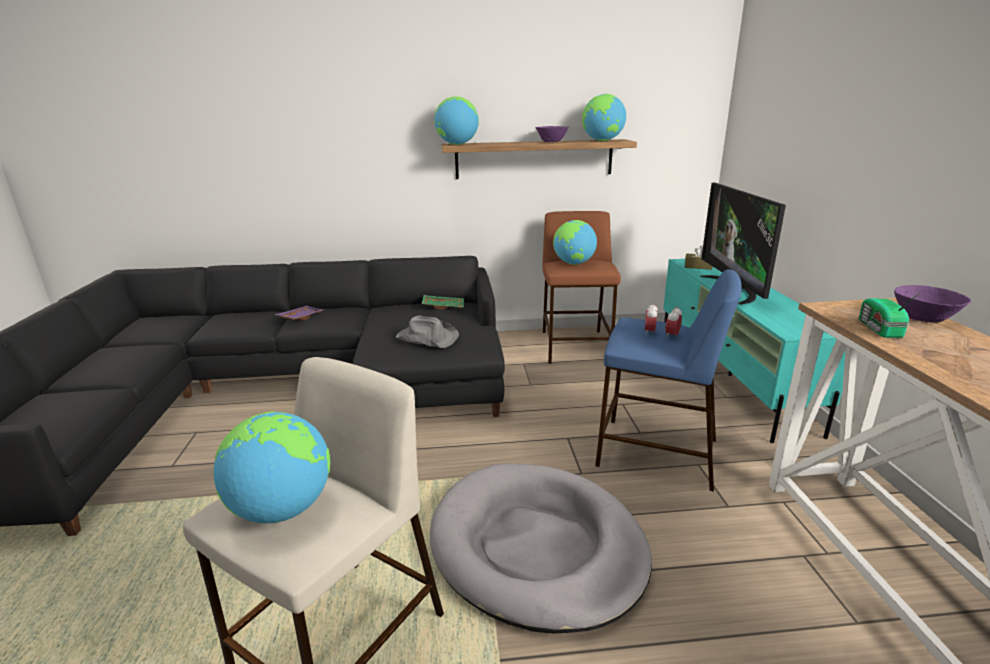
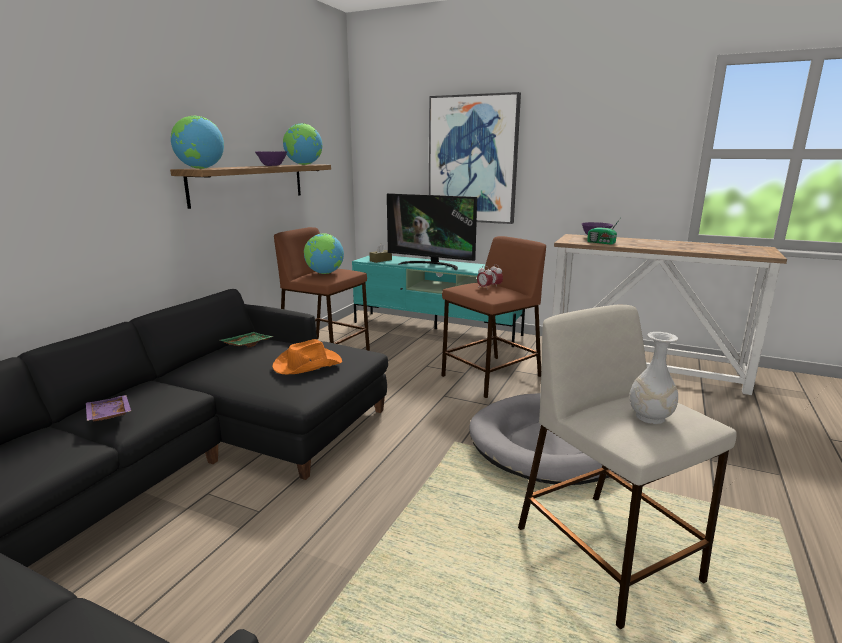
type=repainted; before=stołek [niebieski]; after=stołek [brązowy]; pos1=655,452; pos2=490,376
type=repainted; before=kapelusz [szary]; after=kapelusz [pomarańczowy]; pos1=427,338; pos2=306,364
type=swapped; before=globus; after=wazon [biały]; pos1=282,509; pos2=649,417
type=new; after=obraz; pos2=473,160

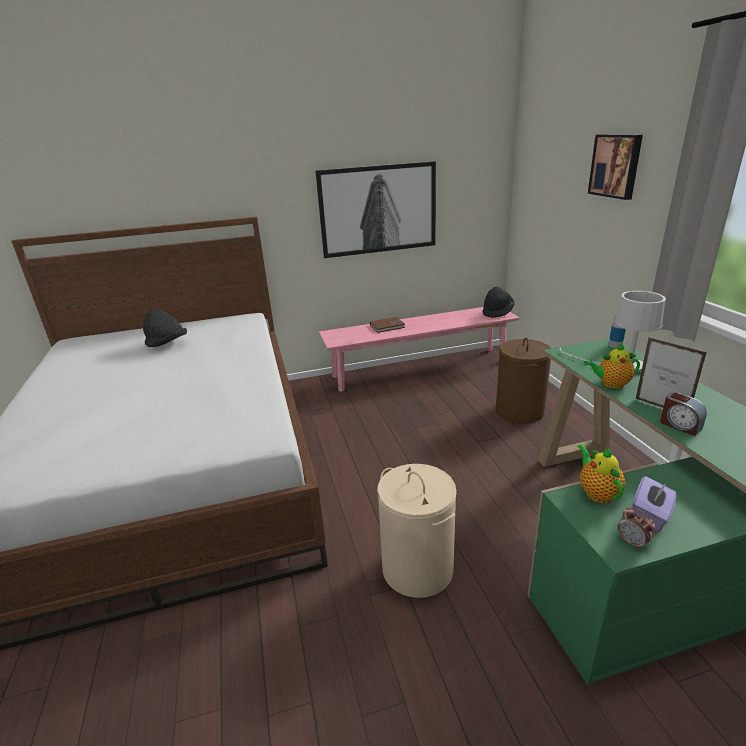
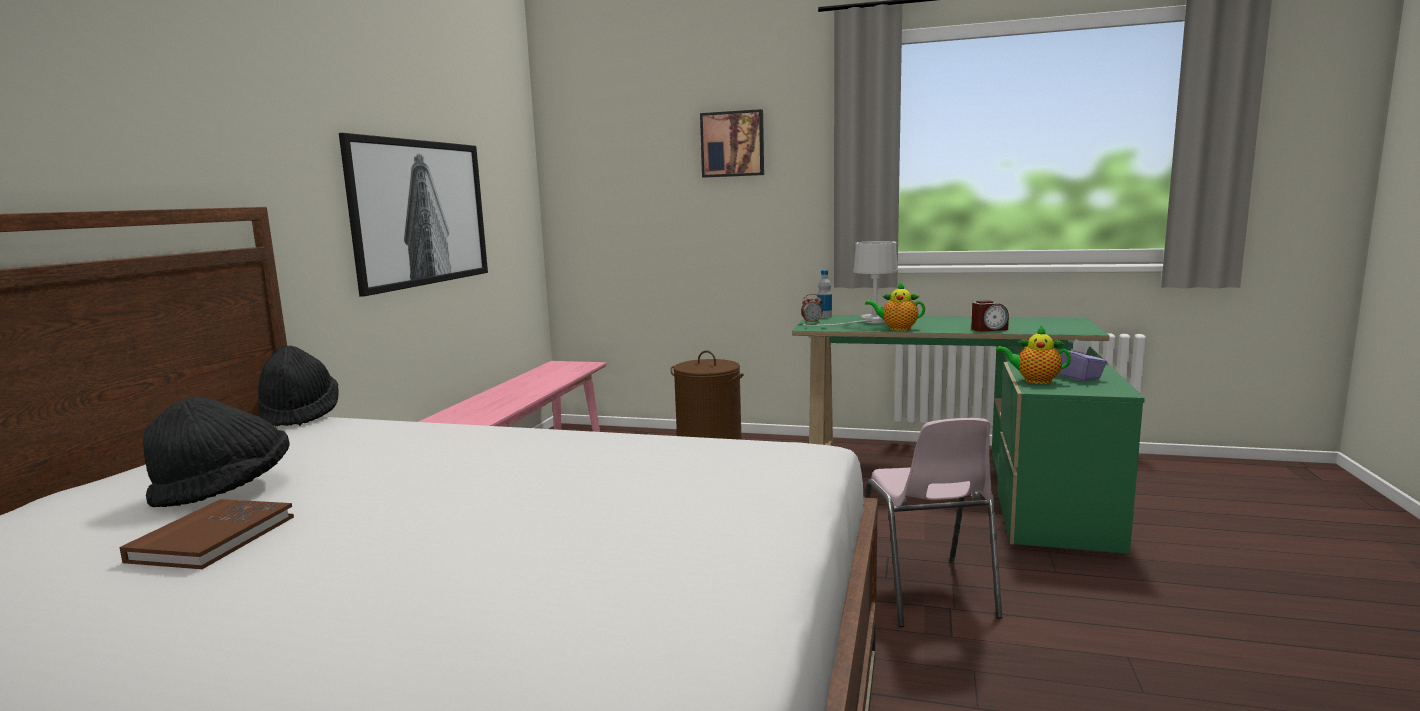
type=shifted; before=kapelusz [czarny]; pos1=497,312; pos2=300,415
type=shifted; before=książka [brązowy]; pos1=387,326; pos2=213,538
type=gone; before=ramka na zdjęcie; pos1=661,407
type=rotated; before=imbryk; pos1=610,384; pos2=897,329; turn=75
type=swapped; before=kosz na pranie [beżowy]; after=krzesło [różowy]; pos1=417,568; pos2=926,592
type=shifted; before=budzik; pos1=632,542; pos2=812,322

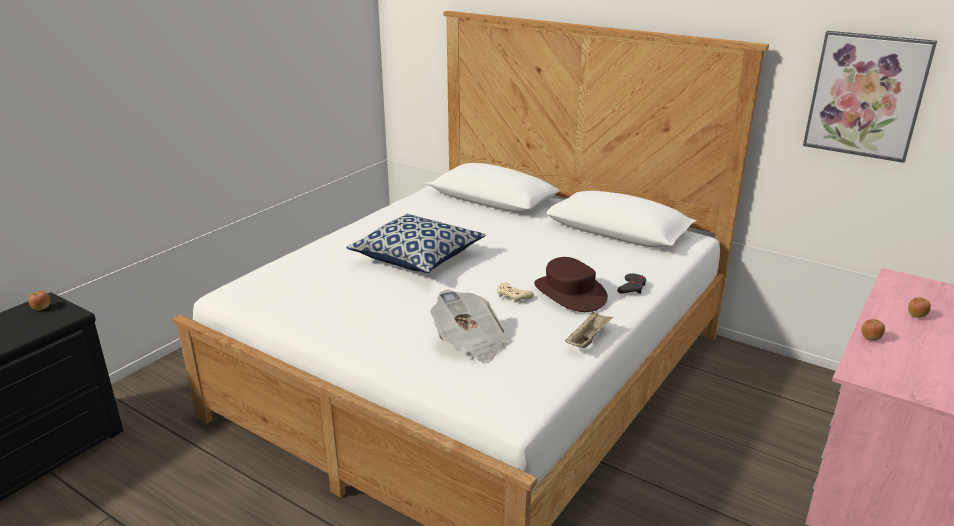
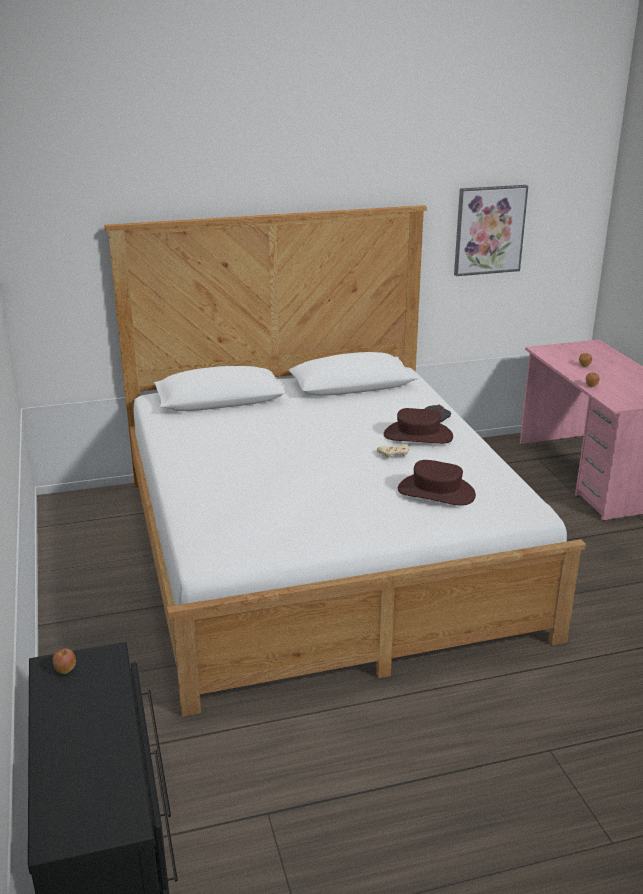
type=gone; before=poduszka; pos1=417,258
type=swapped; before=gazeta; after=kapelusz [brązowy]; pos1=470,343; pos2=436,492
type=gone; before=taca [beżowy]; pos1=588,339

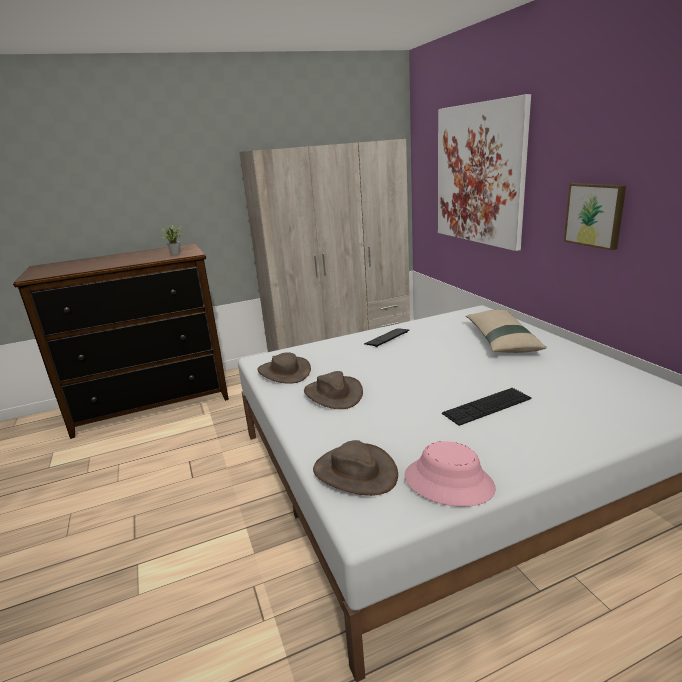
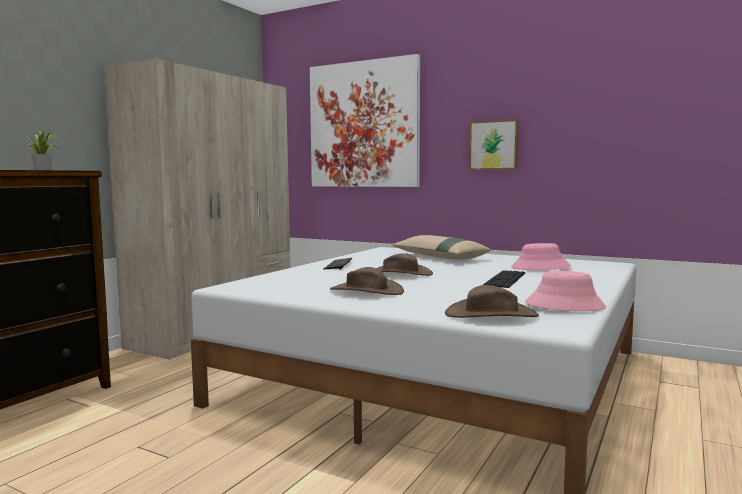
type=shifted; before=kapelusz [brązowy]; pos1=284,372; pos2=400,273
type=new; after=kapelusz [różowy]; pos2=540,267

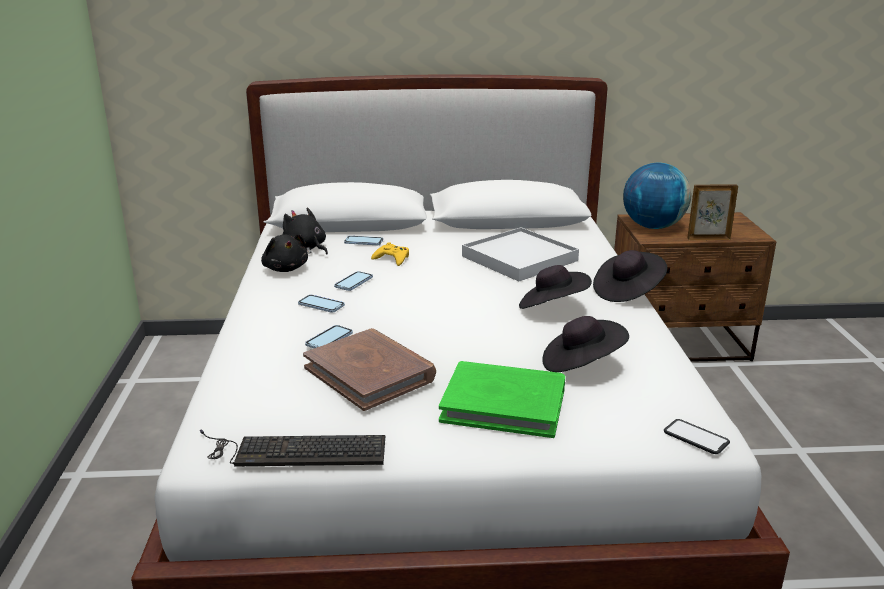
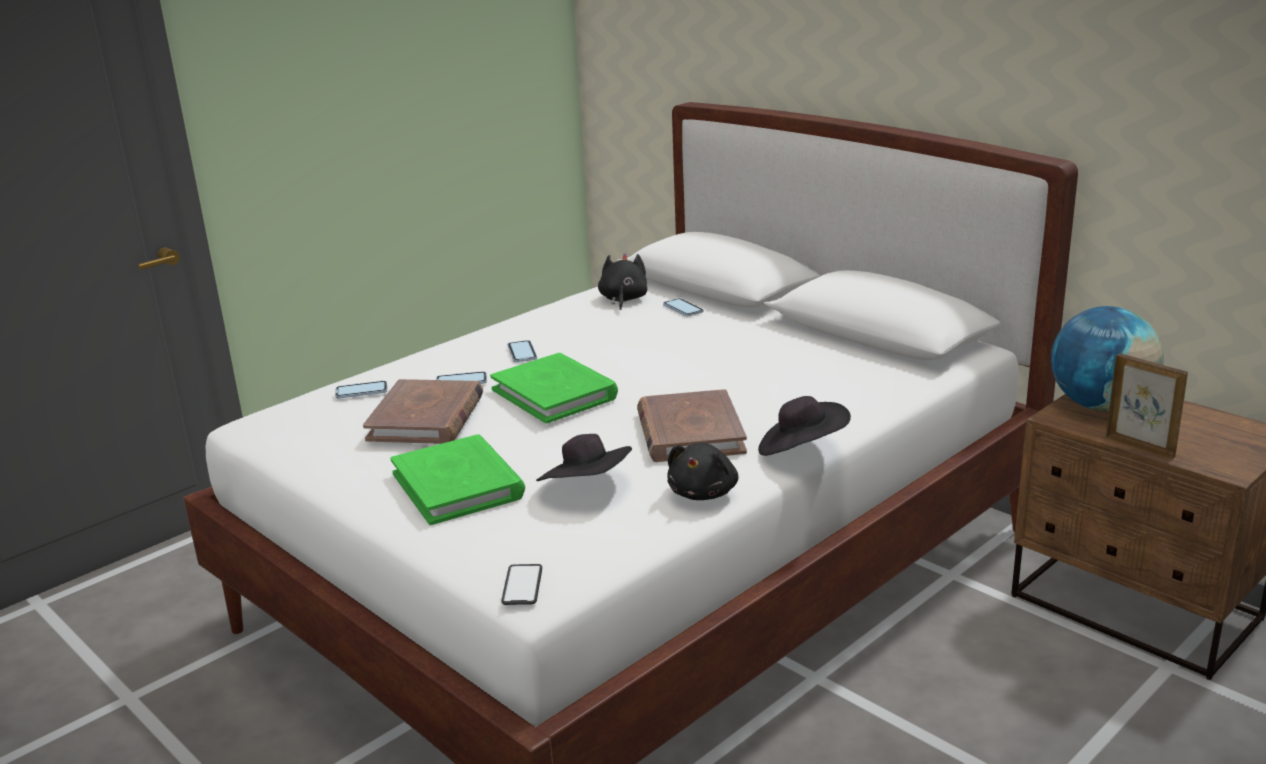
type=gone; before=taca [biały]; pos1=519,258
type=shifted; before=pluszak [czarny]; pos1=285,268; pos2=704,493
type=gone; before=pad do gier [żółty]; pos1=392,258
type=swapped; before=kapelusz [czarny]; after=książka [brązowy]; pos1=552,307; pos2=689,432
type=shifted; before=telefon; pos1=353,282; pos2=361,391
type=gone; before=klawiatura; pos1=293,450
type=new; after=książka [zielony]; pos2=555,393

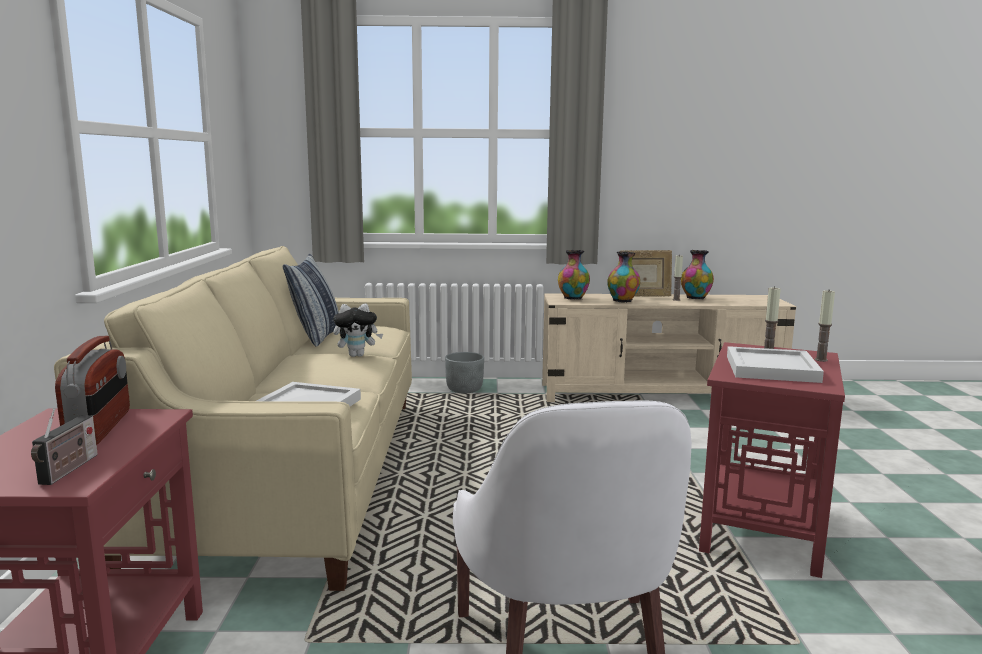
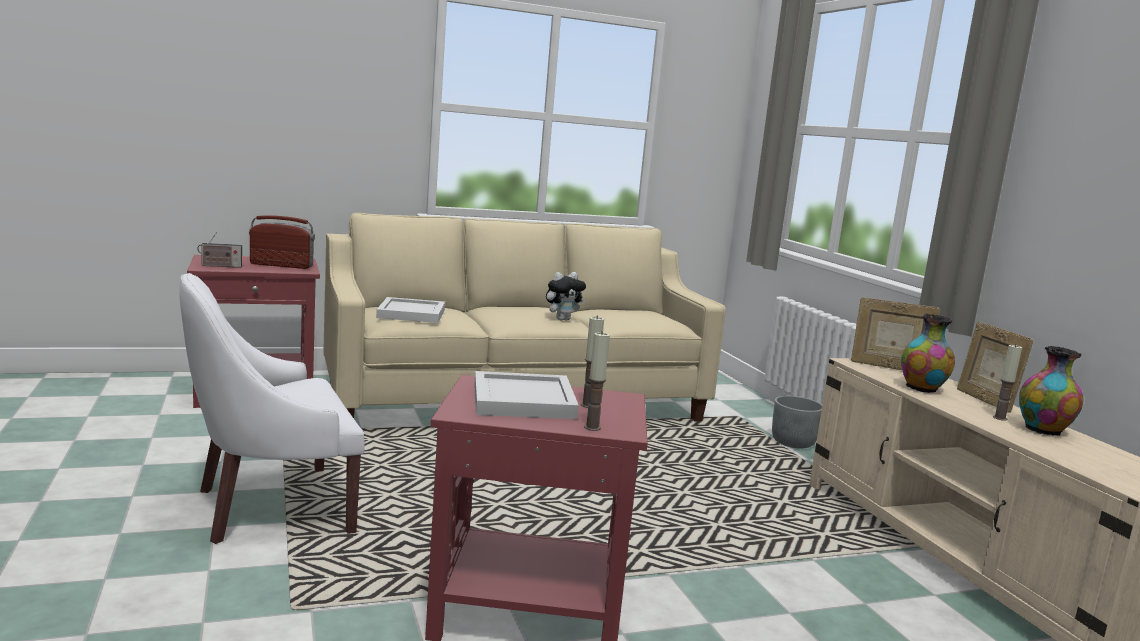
type=swapped; before=wazon; after=ramka na zdjęcie; pos1=573,298; pos2=888,368
type=gone; before=poduszka; pos1=316,336
type=rotated; before=pluszak; pos1=357,355; pos2=562,319; turn=-90
type=rotated; before=radio; pos1=100,428; pos2=281,265; turn=-150

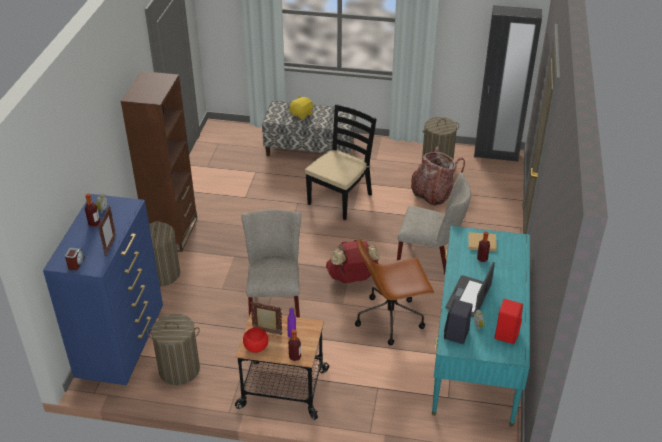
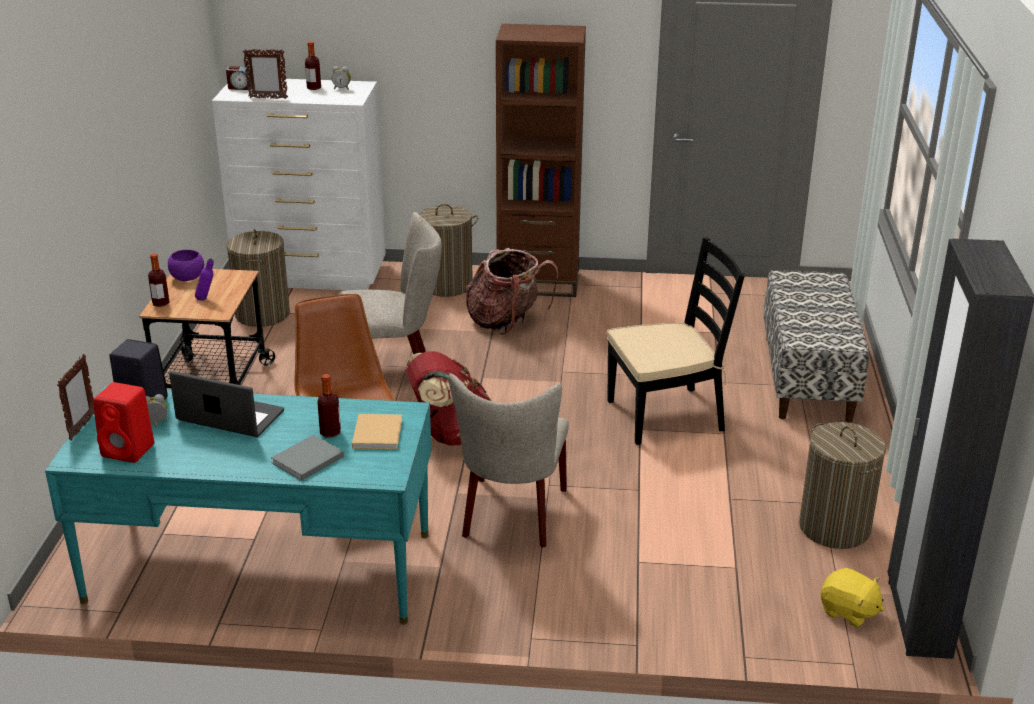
type=shifted; before=pluszak [żółty]; pos1=302,114; pos2=848,612
type=rotated; before=krzesło [czarny]; pos1=340,199; pos2=666,415; turn=-45
type=shifted; before=plecak; pos1=432,194; pos2=506,321
type=repainted; before=komoda [niebieski]; after=komoda [biały]; pos1=122,345; pos2=312,276
type=shifted; before=ramka na zdjęcie; pos1=267,332; pos2=82,427
type=repainted; before=miska [czerwony]; after=miska [fioletowy]; pos1=256,347; pos2=187,278
type=new; after=książka [szary]; pos2=306,460

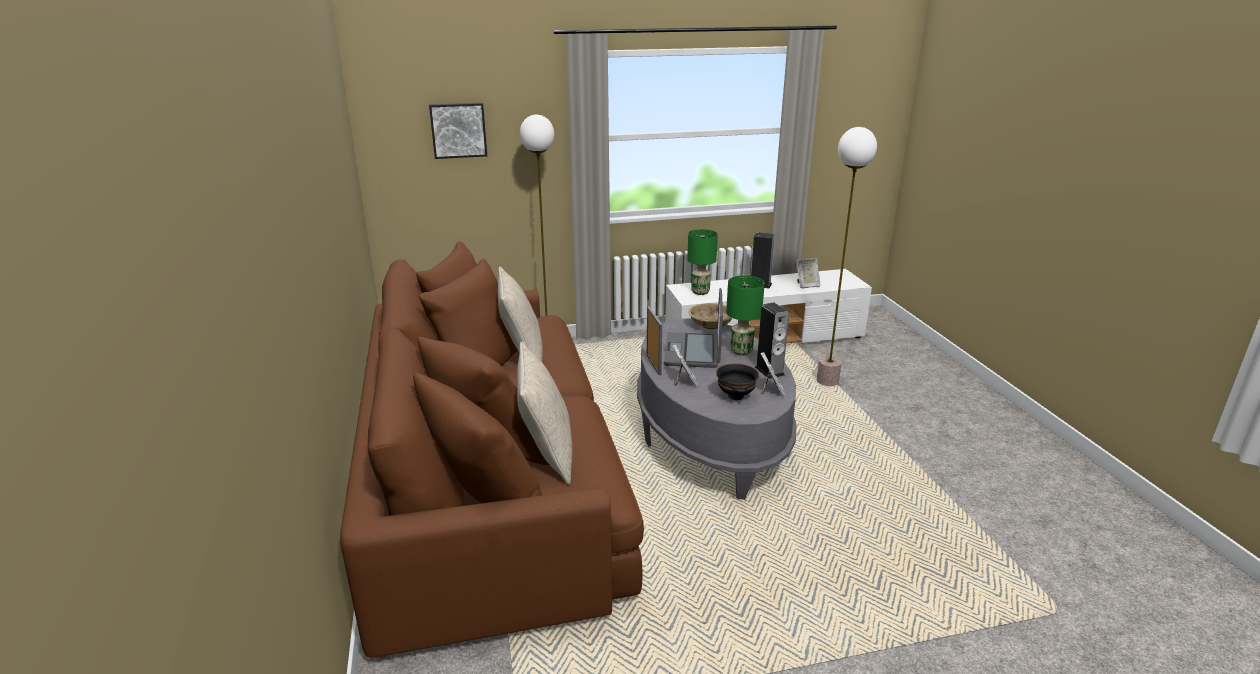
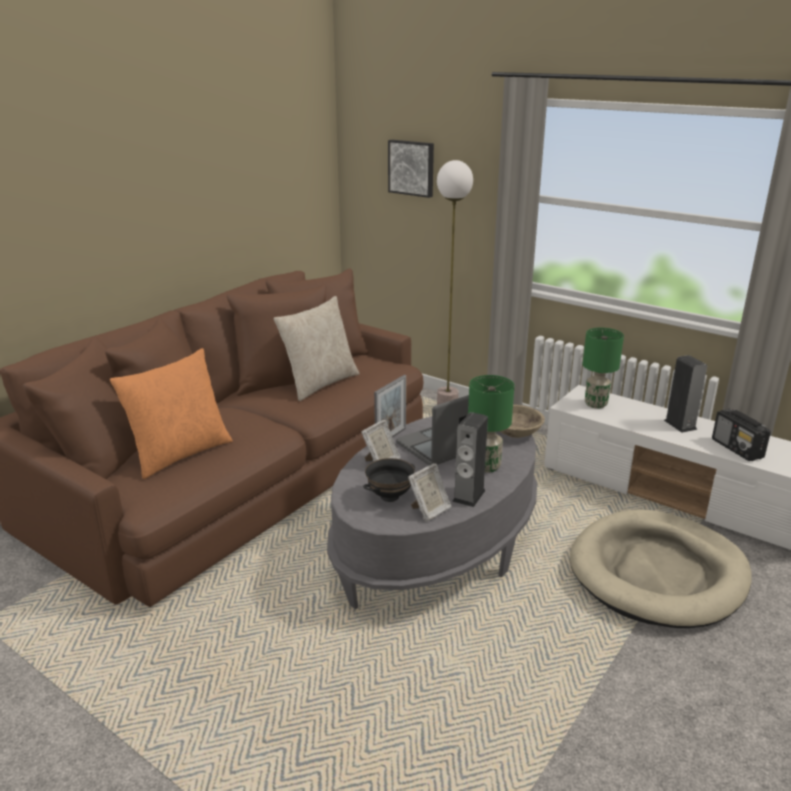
type=swapped; before=lampa stojąca; after=legowisko [beżowy]; pos1=827,381; pos2=657,573
type=swapped; before=ramka na zdjęcie; after=radio; pos1=807,285; pos2=737,449
type=repainted; before=poduszka [beżowy]; after=poduszka [pomarańczowy]; pos1=547,454; pos2=180,453

